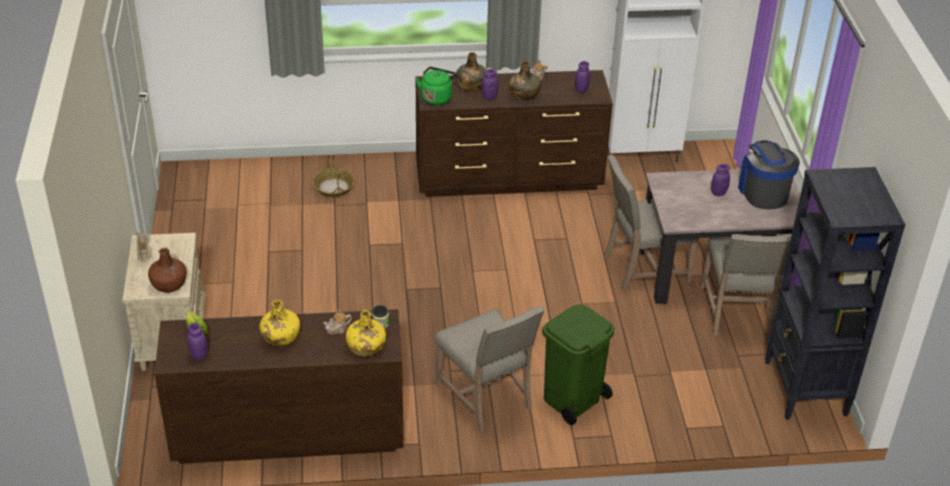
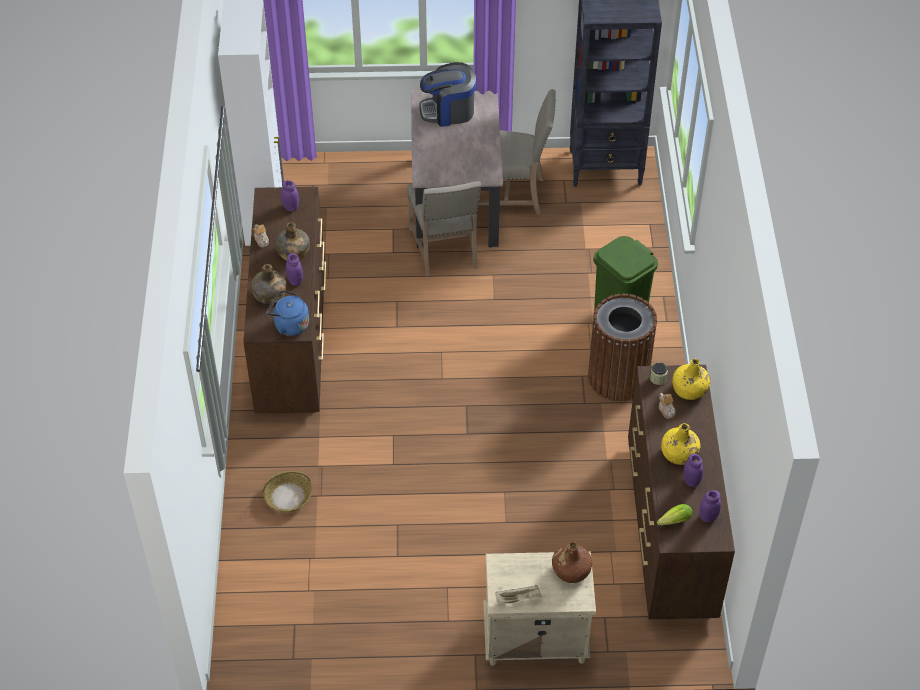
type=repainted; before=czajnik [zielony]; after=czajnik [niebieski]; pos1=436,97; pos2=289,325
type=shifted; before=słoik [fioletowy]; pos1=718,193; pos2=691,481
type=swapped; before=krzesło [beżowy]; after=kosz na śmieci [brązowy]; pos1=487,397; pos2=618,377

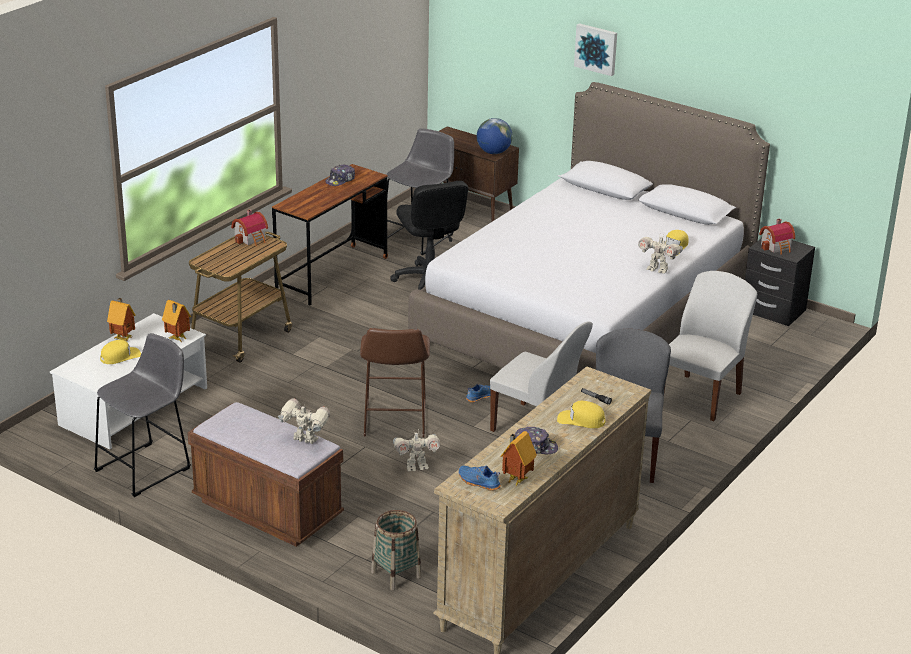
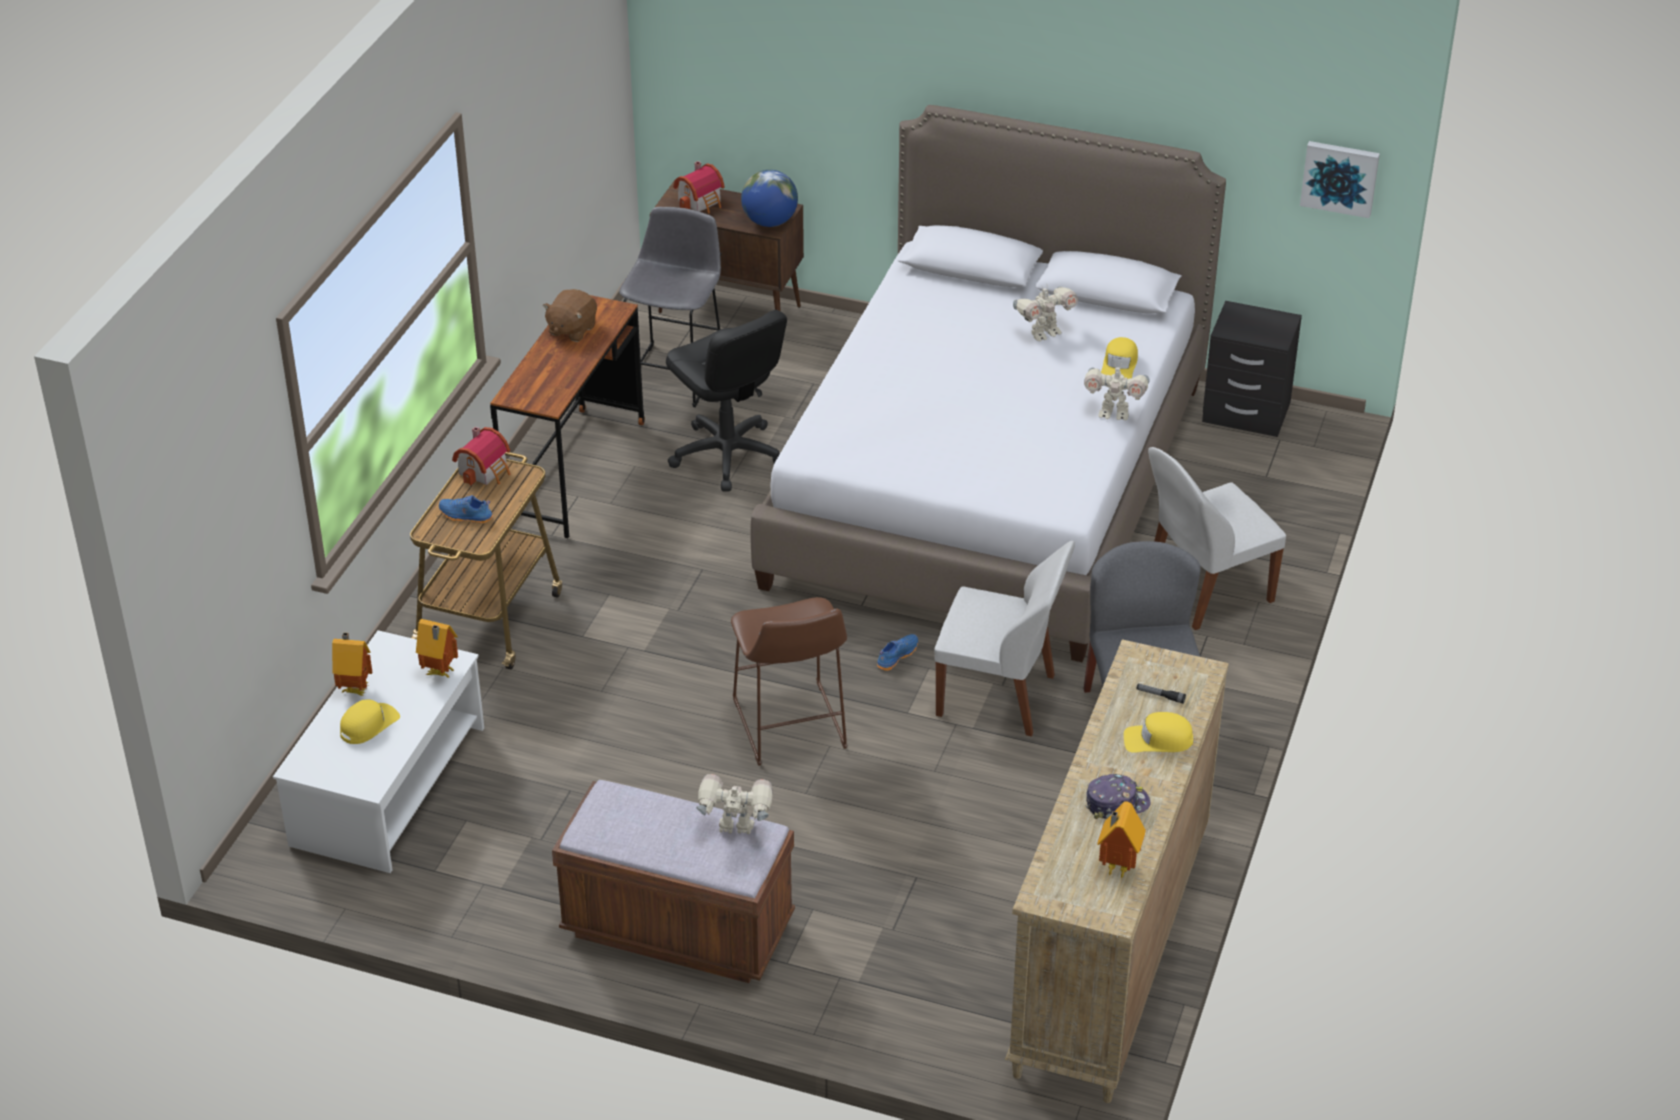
type=shifted; before=obraz; pos1=596,49; pos2=1340,177
type=swapped; before=czapka z daszkiem; after=pluszak [brązowy]; pos1=340,180; pos2=571,329
type=shifted; before=domek; pos1=777,247; pos2=702,201
type=rotated; before=krzesło [biały]; pos1=701,397; pos2=1205,591; turn=-135
type=gone; before=stołek [szary]; pos1=147,468
type=shifted; before=robot zabawkowy; pos1=416,466; pos2=1044,333
type=shifted; before=but [niebieski]; pos1=478,483; pos2=465,516
type=gone; before=koszyk; pos1=396,574

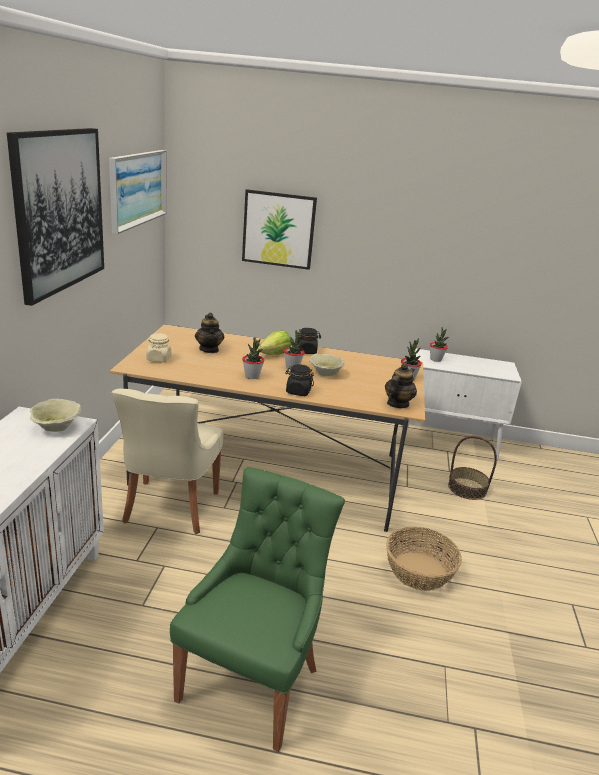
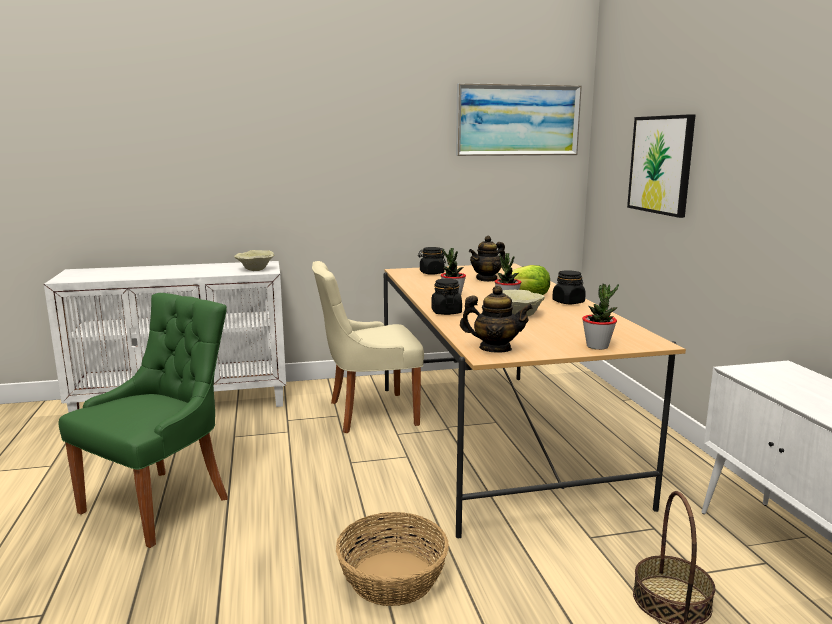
type=gone; before=obraz; pos1=59,211
type=gone; before=roślina doniczkowa; pos1=435,359
type=repainted; before=słoik [beżowy]; after=słoik [czarny]; pos1=159,359; pos2=431,273
type=rotated; before=krzesło [zielony]; pos1=252,680; pos2=161,503; turn=-60

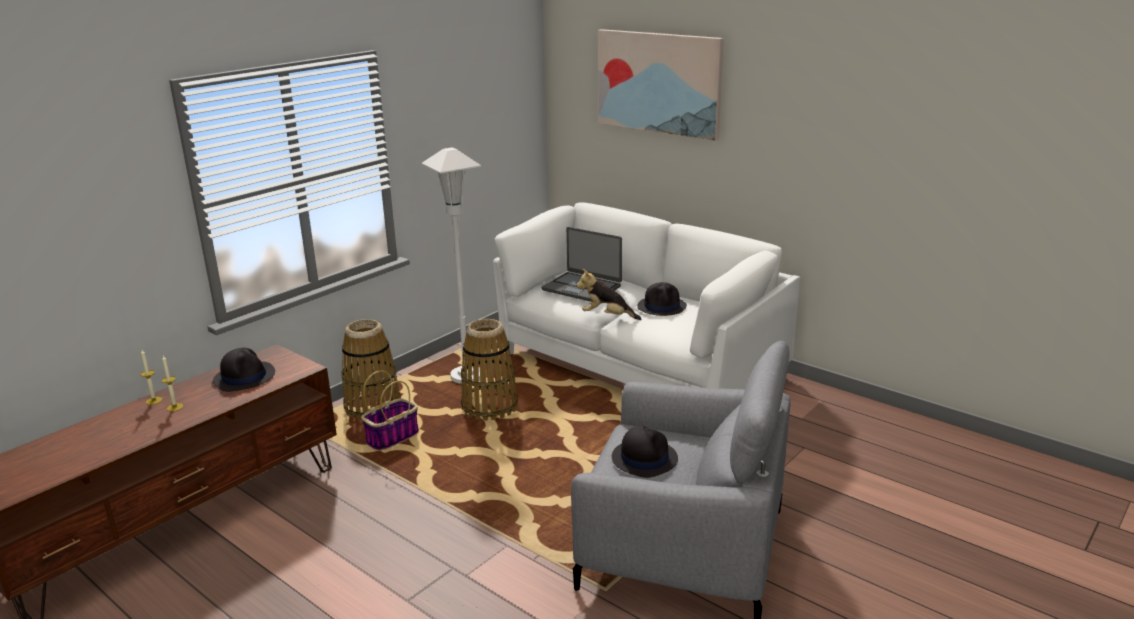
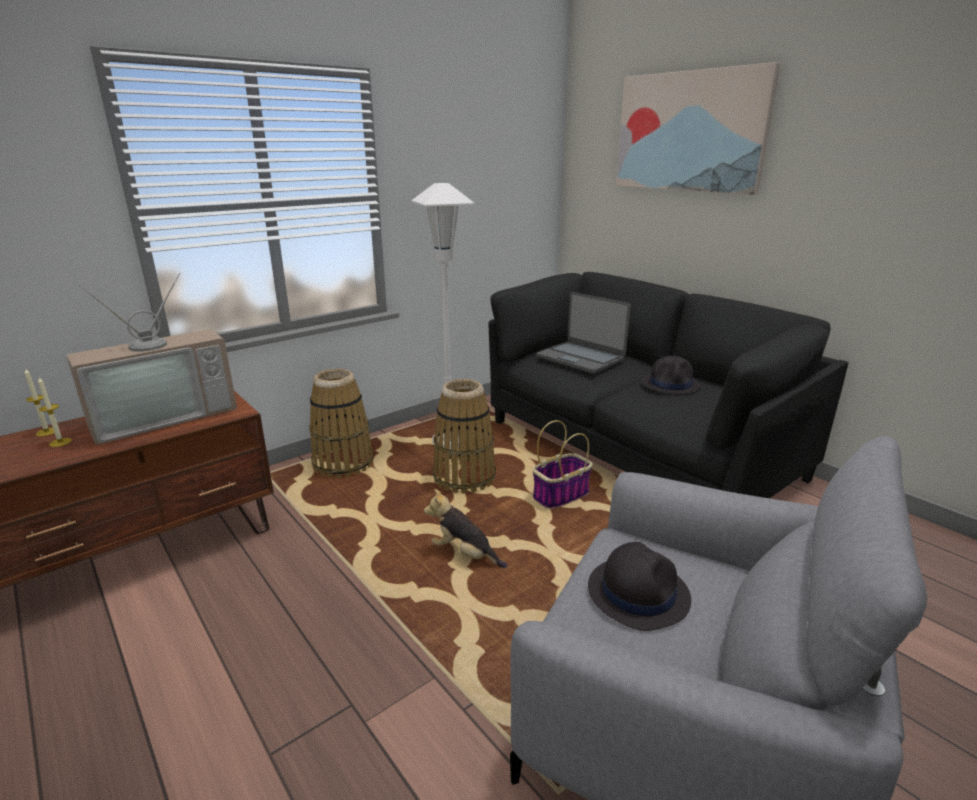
type=repainted; before=kanapa [biały]; after=kanapa [czarny]; pos1=640,366; pos2=637,449
type=shifted; before=pluszak; pos1=607,316; pos2=464,554
type=swapped; before=kapelusz [czarny]; after=telewizor; pos1=244,377; pos2=164,415
type=shifted; before=koszyk; pos1=392,437; pos2=561,495

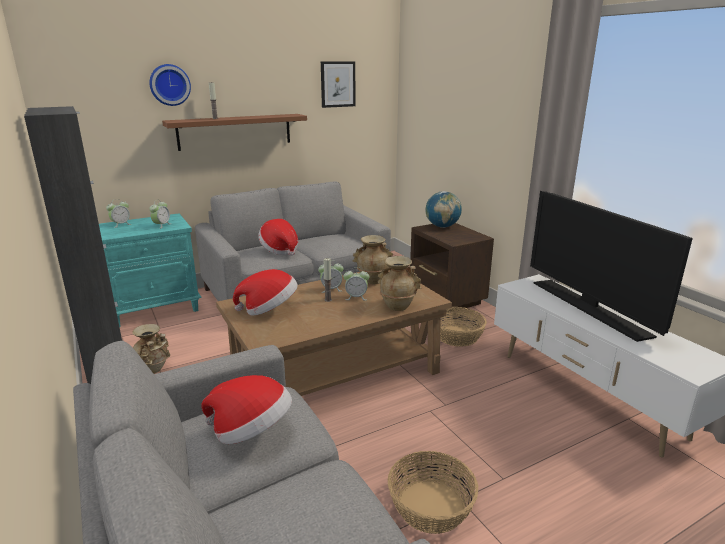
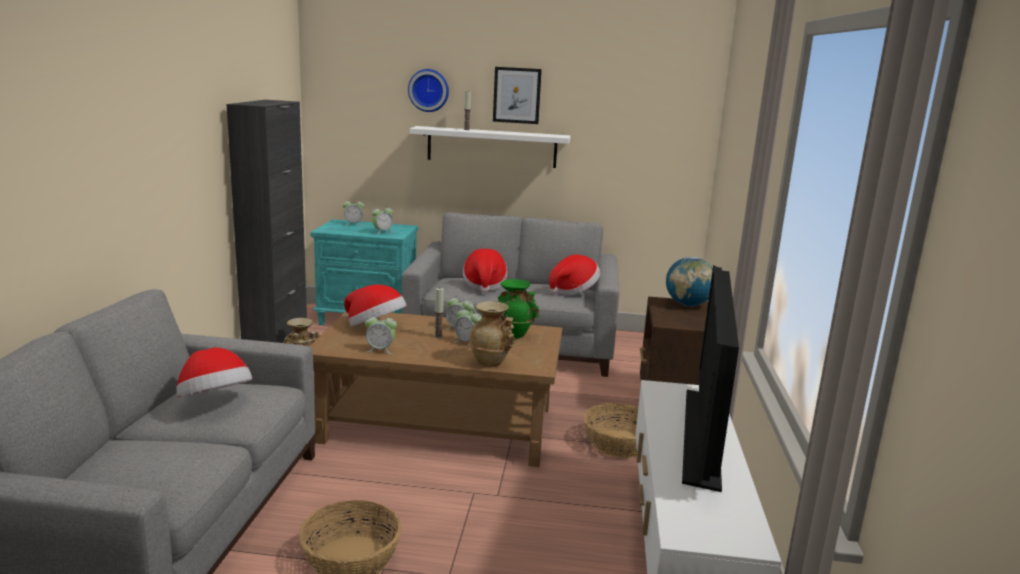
type=shifted; before=obraz; pos1=338,84; pos2=517,95
type=repainted; before=półka [brązowy]; after=półka [biały]; pos1=235,131; pos2=491,147
type=repainted; before=wazon [beżowy]; after=wazon [zielony]; pos1=372,280; pos2=514,334
type=new; after=kapelusz; pos2=573,291
type=new; after=budzik; pos2=380,350

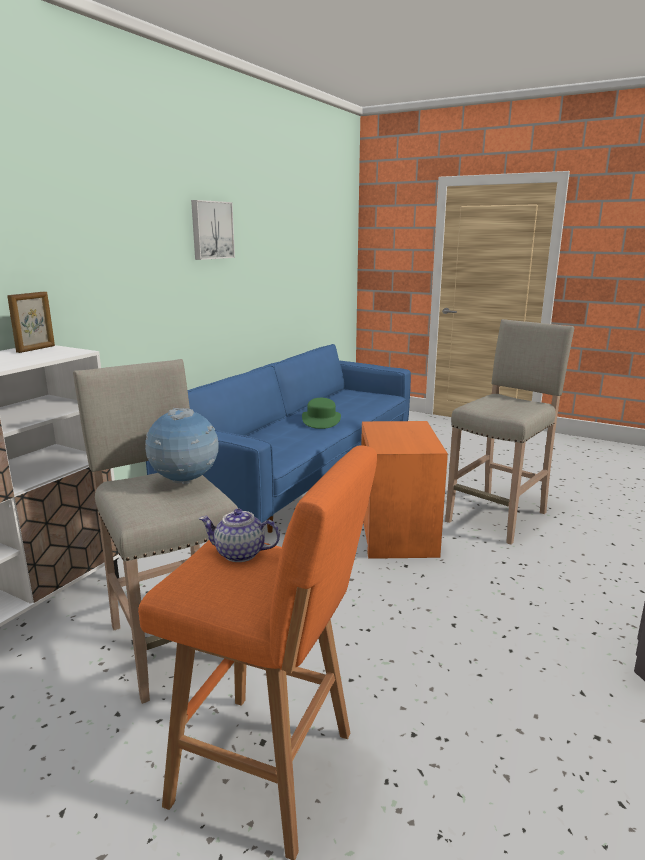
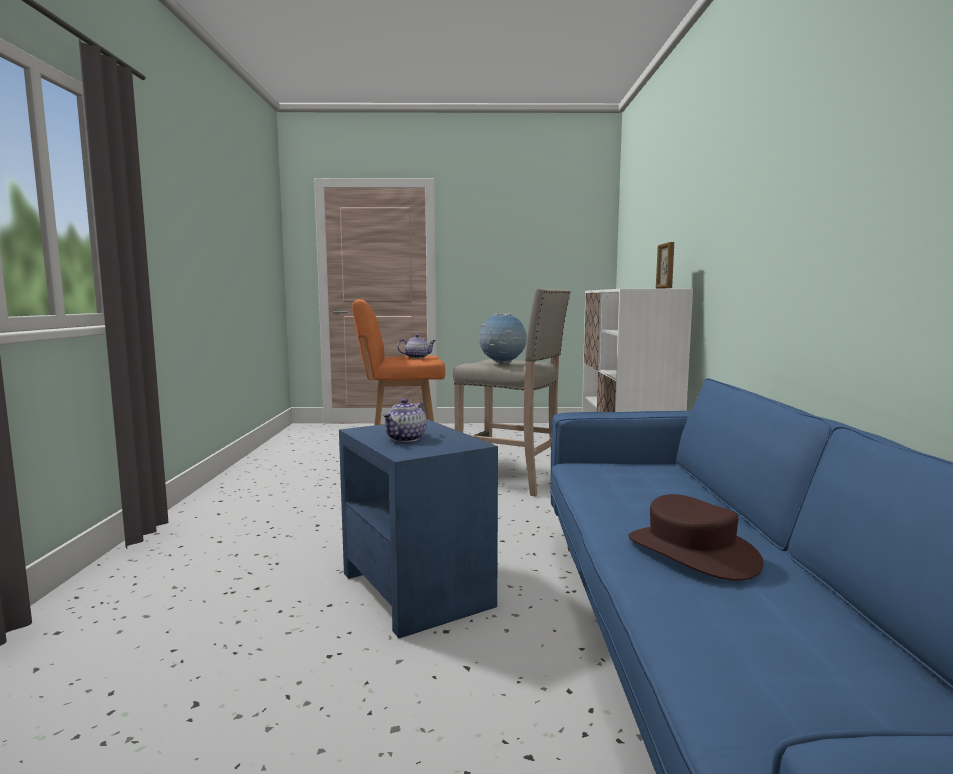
type=gone; before=obraz; pos1=211,230
type=gone; before=stołek [beżowy]; pos1=498,516
type=repainted; before=kapelusz [zielony]; after=kapelusz [brązowy]; pos1=321,420; pos2=691,552
type=repainted; before=stolik [pomarańczowy]; after=stolik [niebieski]; pos1=396,534; pos2=416,588
type=new; after=imbryk; pos2=406,439

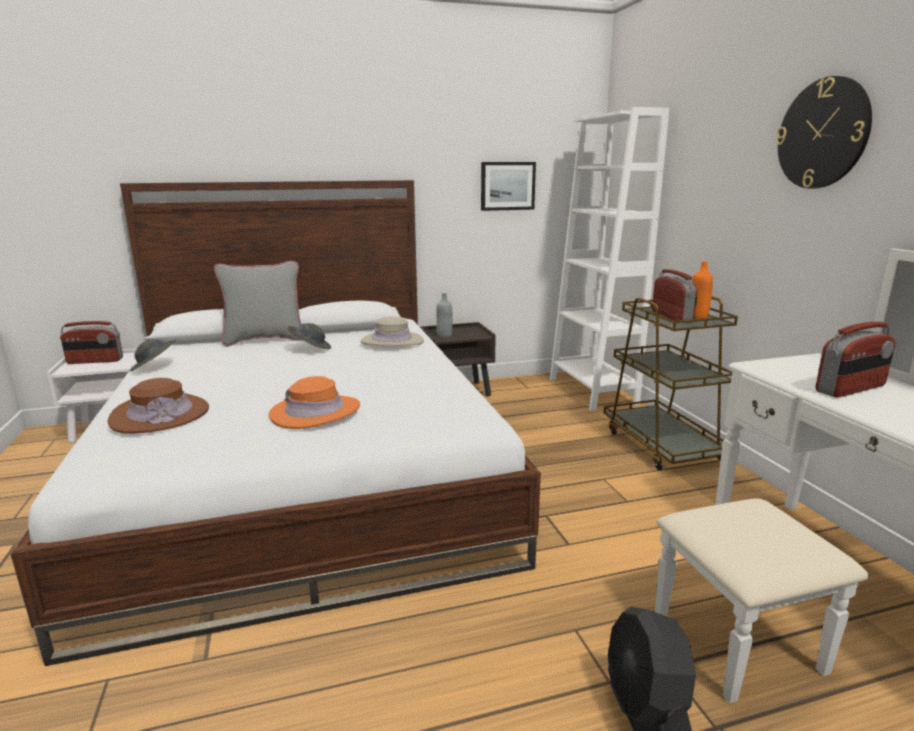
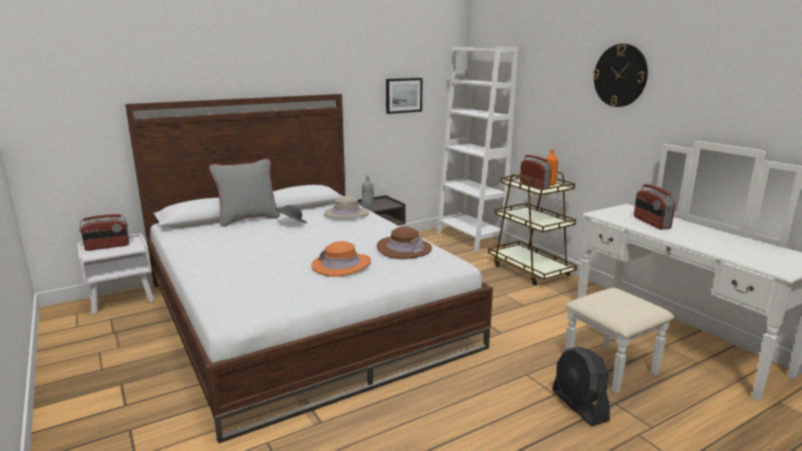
type=rotated; before=radio; pos1=851,389; pos2=651,223; turn=120
type=gone; before=kapelusz [szary]; pos1=155,367
type=shifted; before=kapelusz [brązowy]; pos1=160,415; pos2=404,249

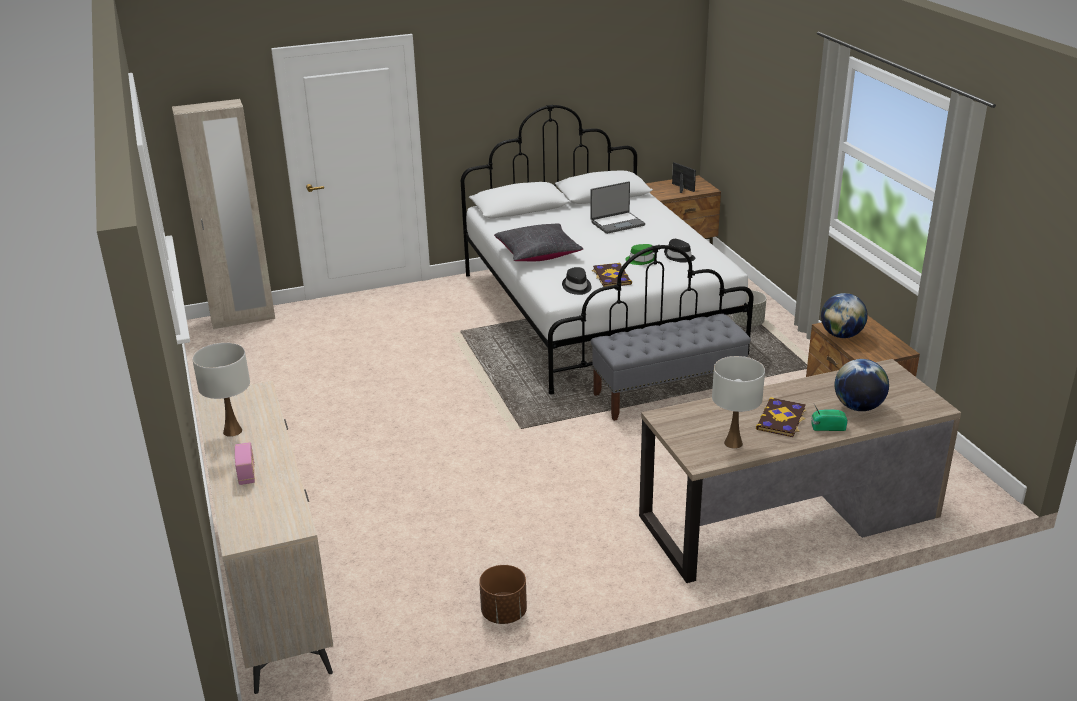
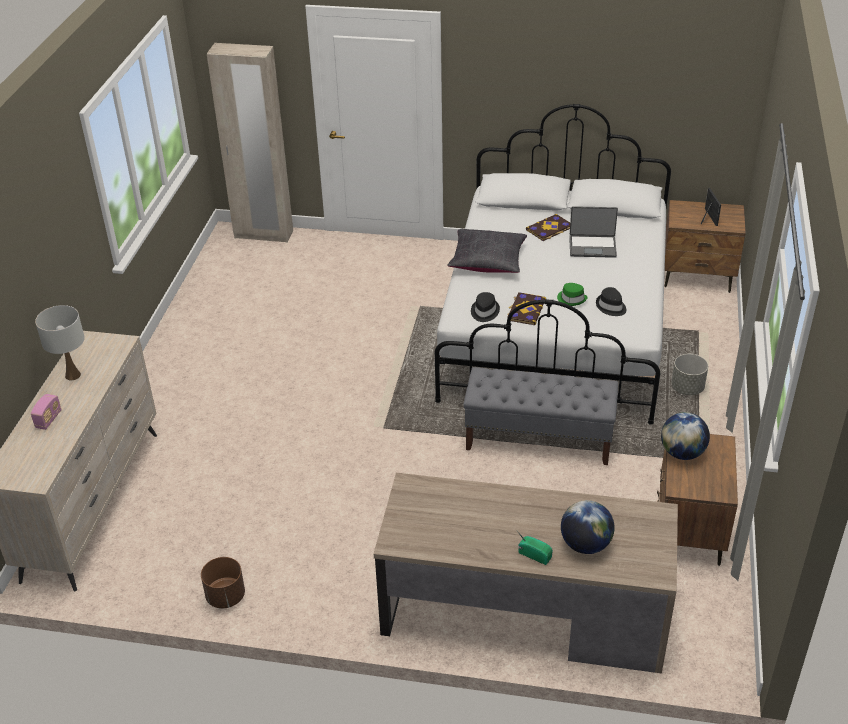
type=gone; before=lampa stołowa [biały]; pos1=733,443
type=shifted; before=książka; pos1=782,419; pos2=549,229

